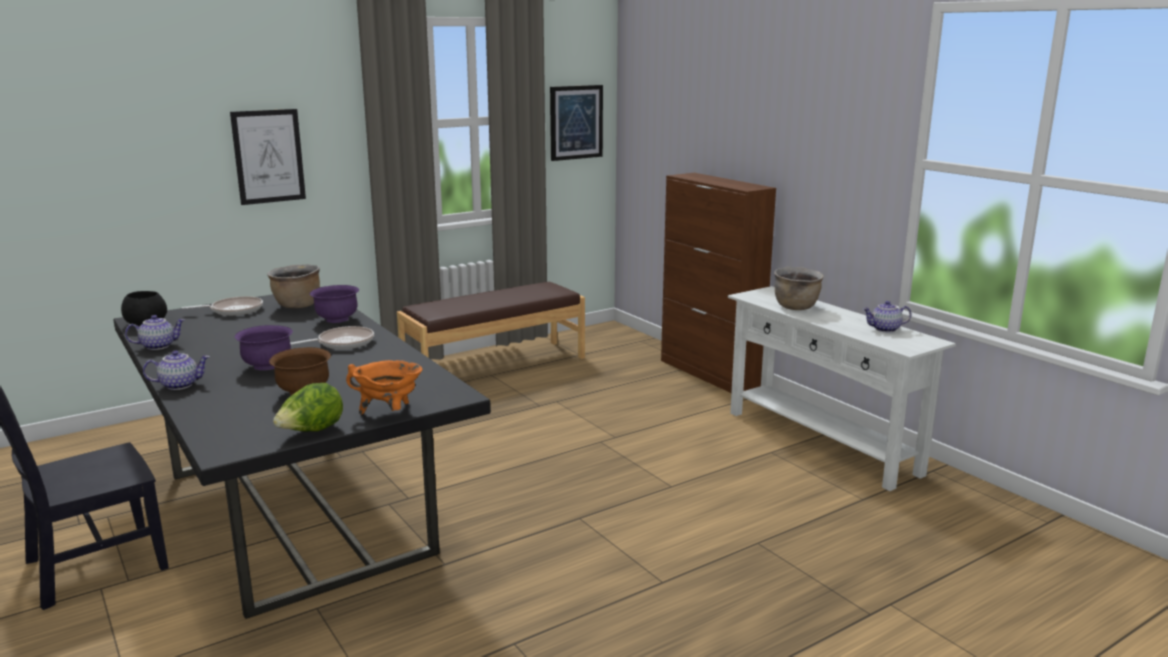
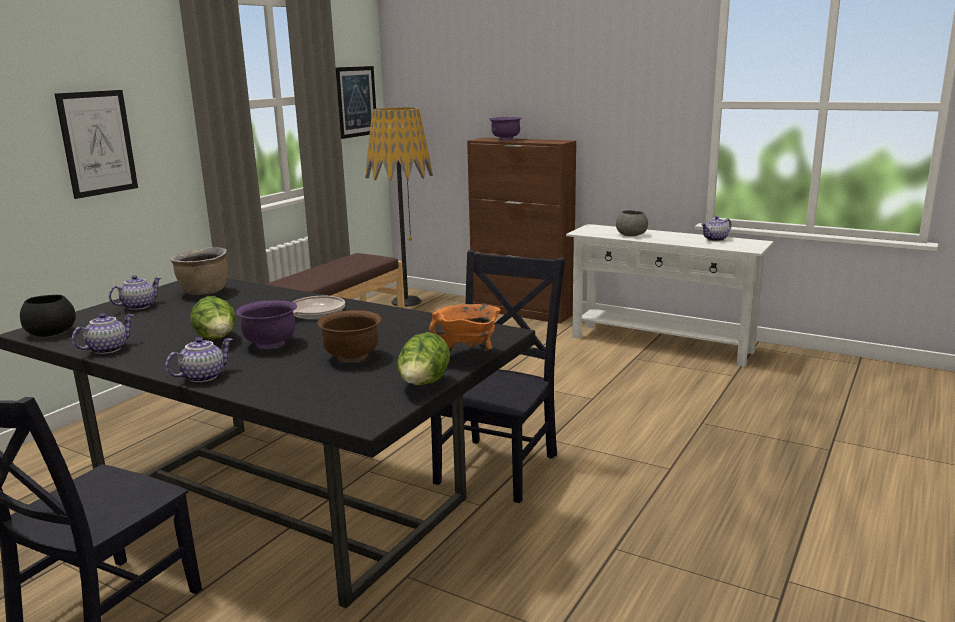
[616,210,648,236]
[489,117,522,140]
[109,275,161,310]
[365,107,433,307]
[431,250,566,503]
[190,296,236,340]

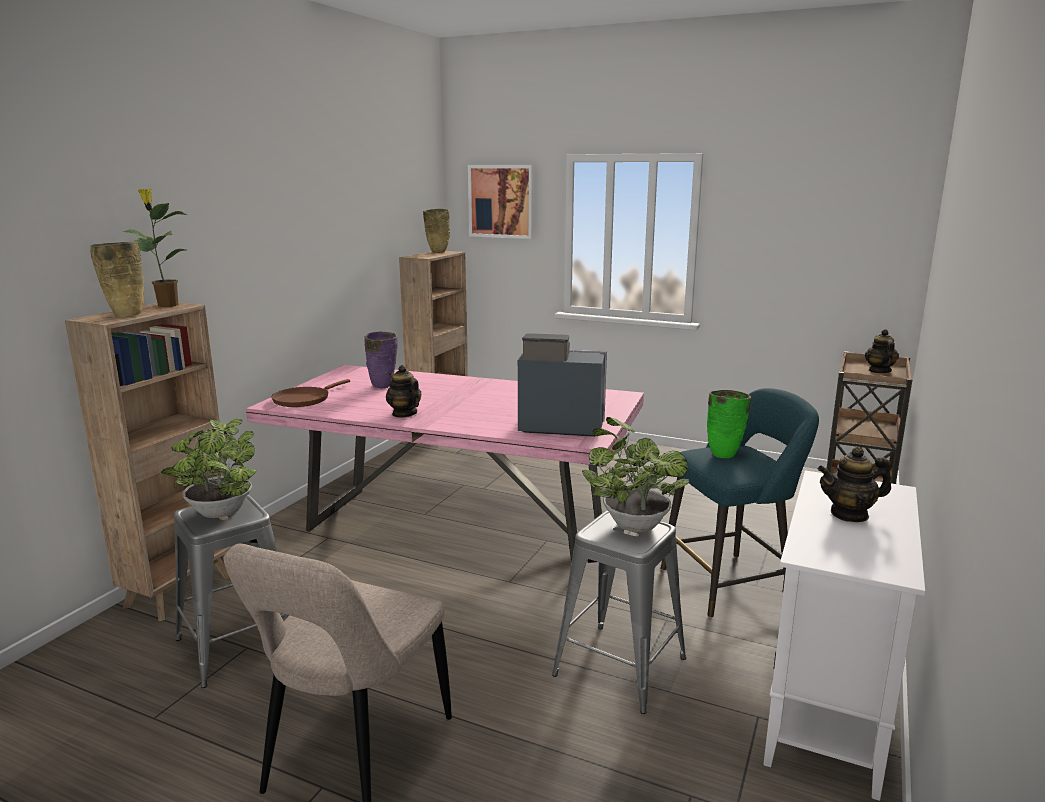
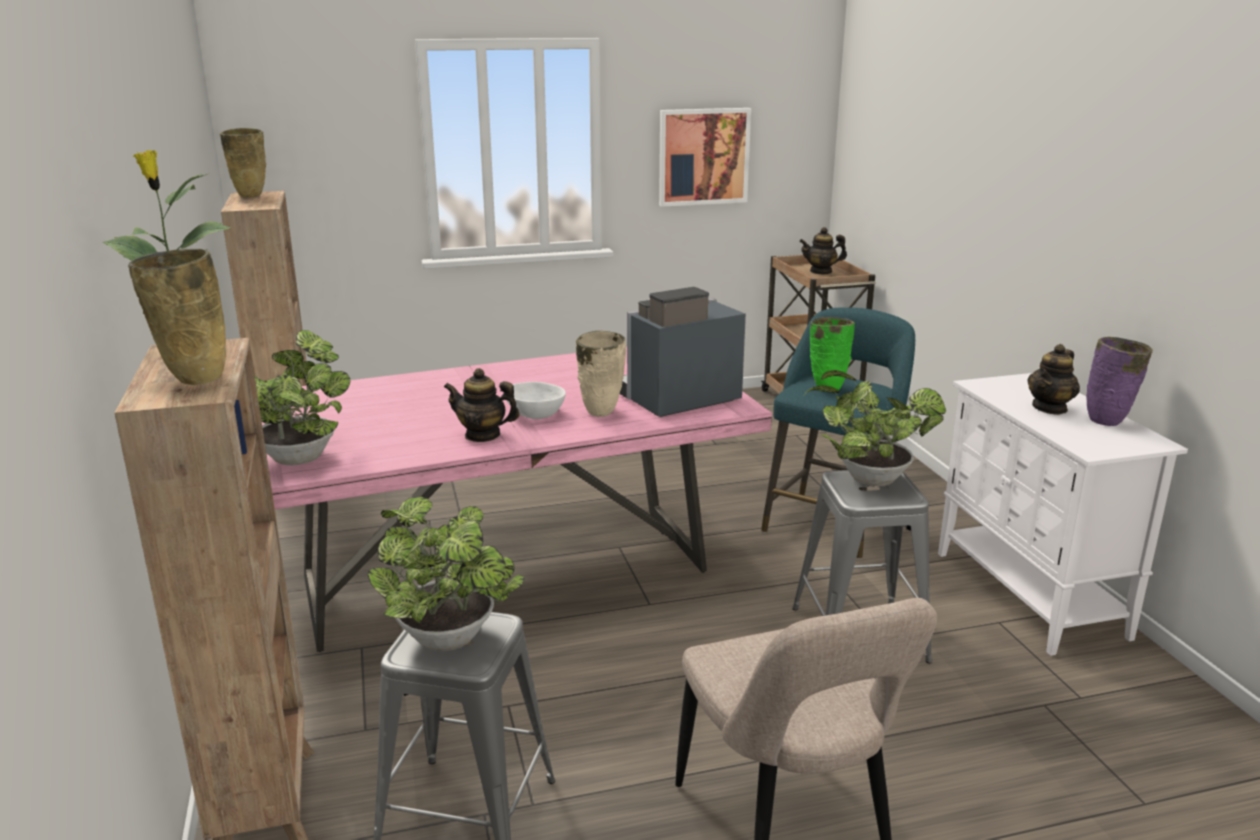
[659,108,751,207]
[799,227,847,274]
[1086,337,1153,426]
[255,330,350,465]
[576,331,626,417]
[507,382,566,419]

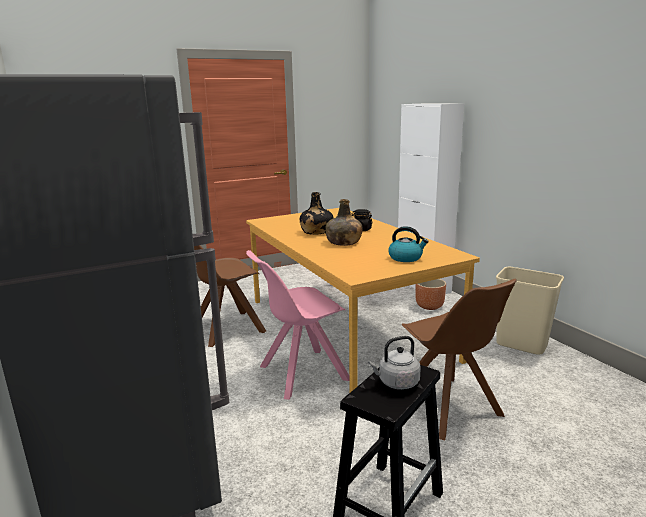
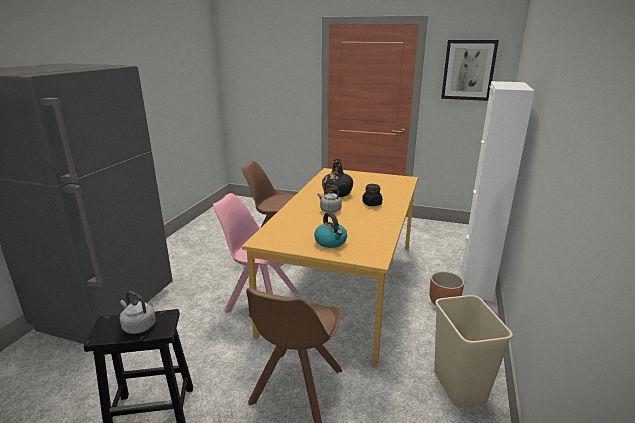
[317,185,342,213]
[441,40,499,101]

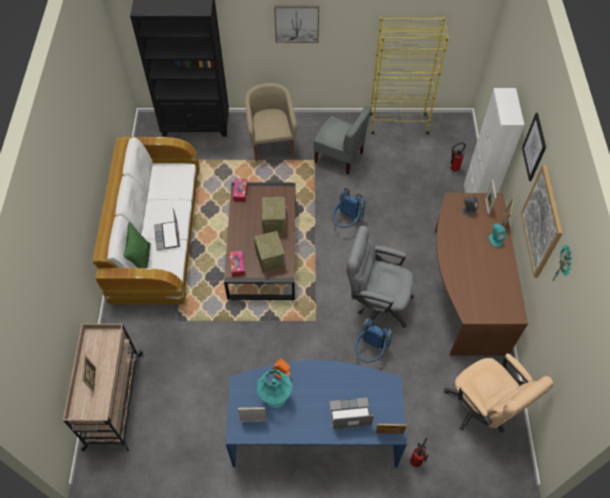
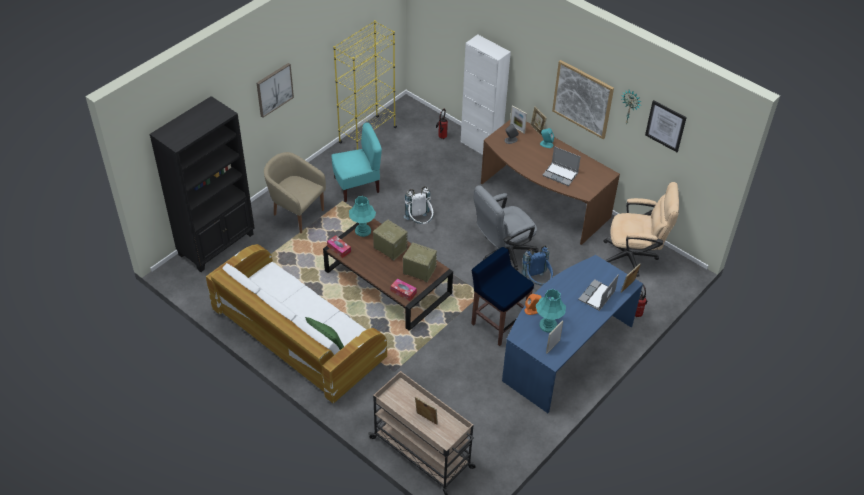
[332,122,382,202]
[645,100,687,152]
[404,186,434,224]
[542,146,581,186]
[349,196,376,237]
[471,247,534,346]

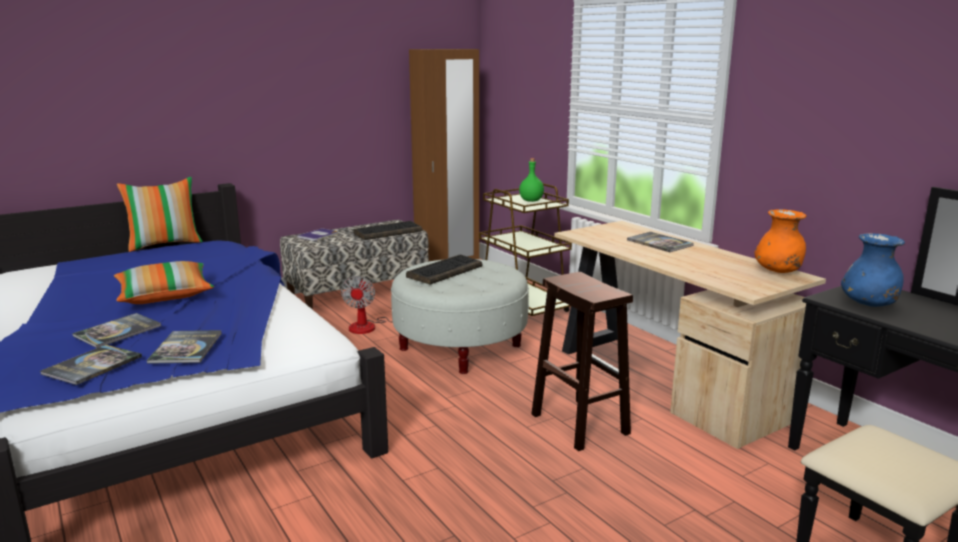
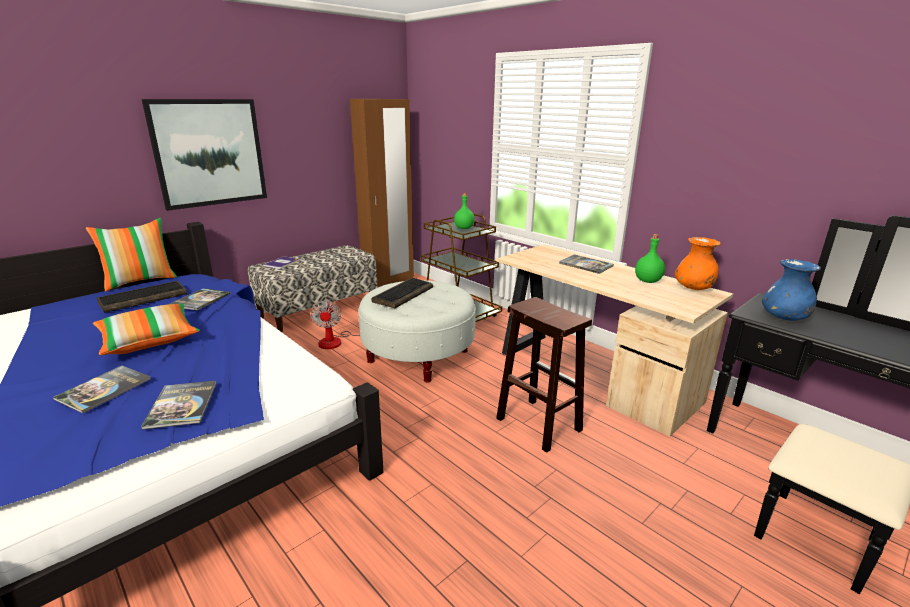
[97,281,187,313]
[170,288,230,310]
[142,99,267,211]
[635,234,665,283]

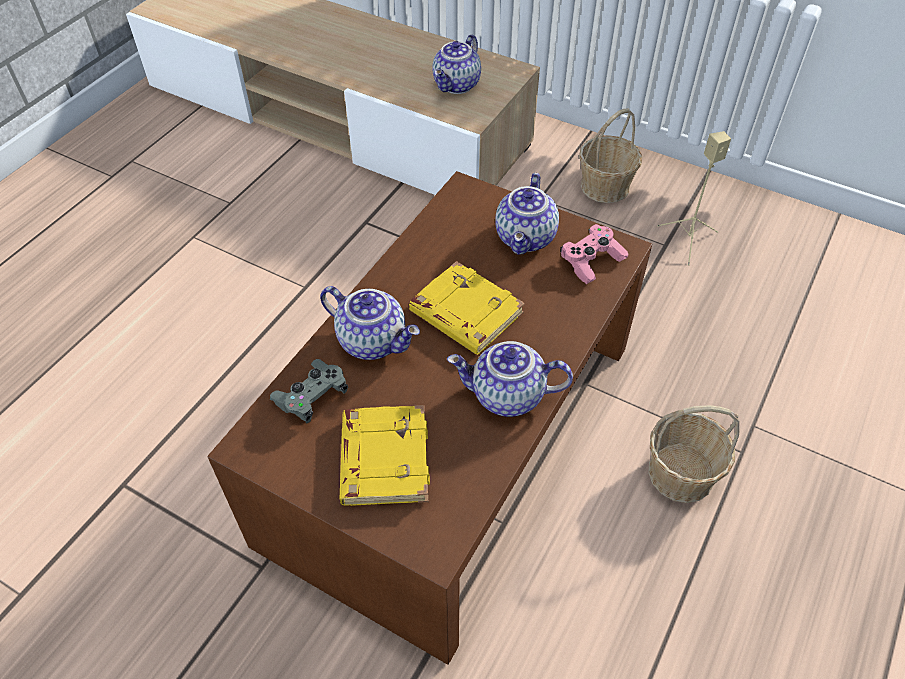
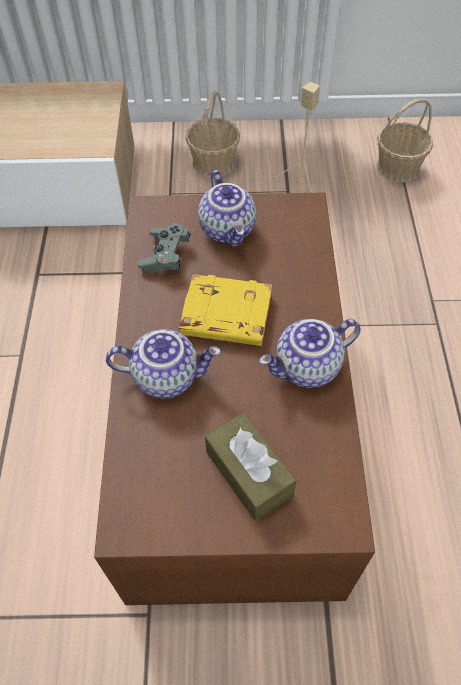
[432,34,481,94] (first image)
[560,224,628,284] (first image)
[138,223,191,273]
[205,413,297,521]
[377,98,433,183]

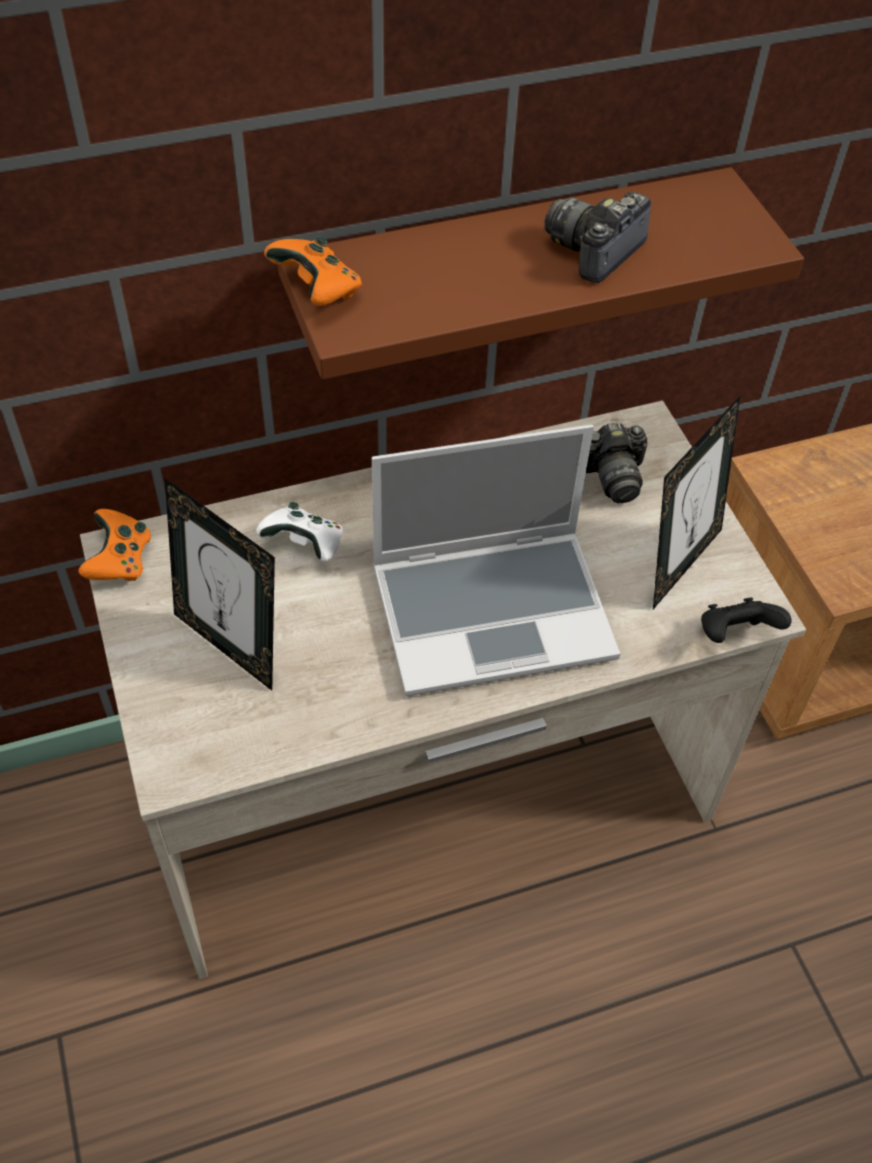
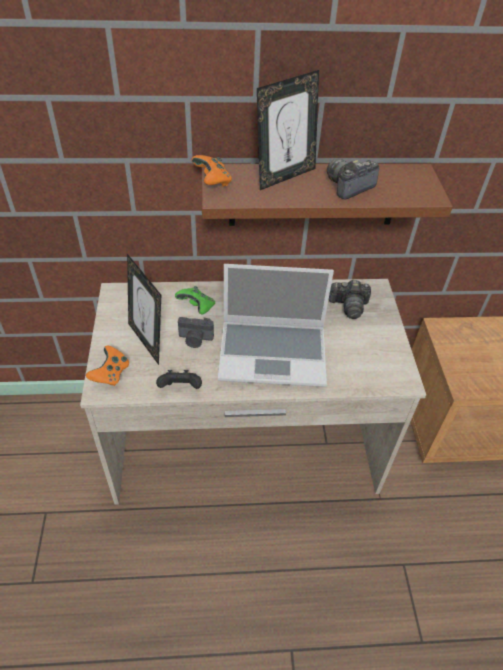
[257,70,319,190]
[175,286,215,314]
[86,346,129,386]
[156,370,202,389]
[178,317,214,348]

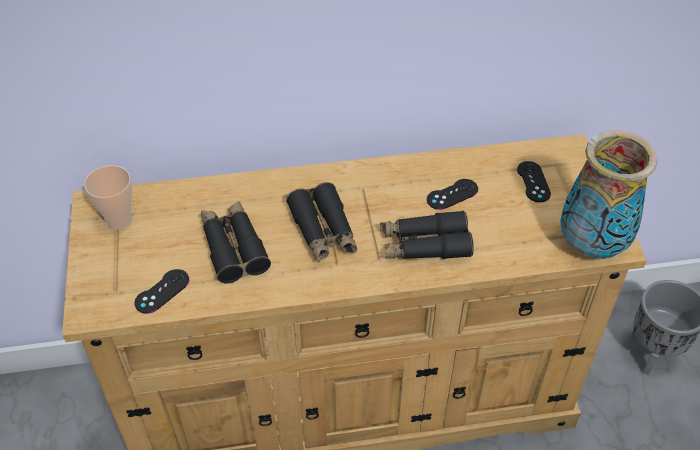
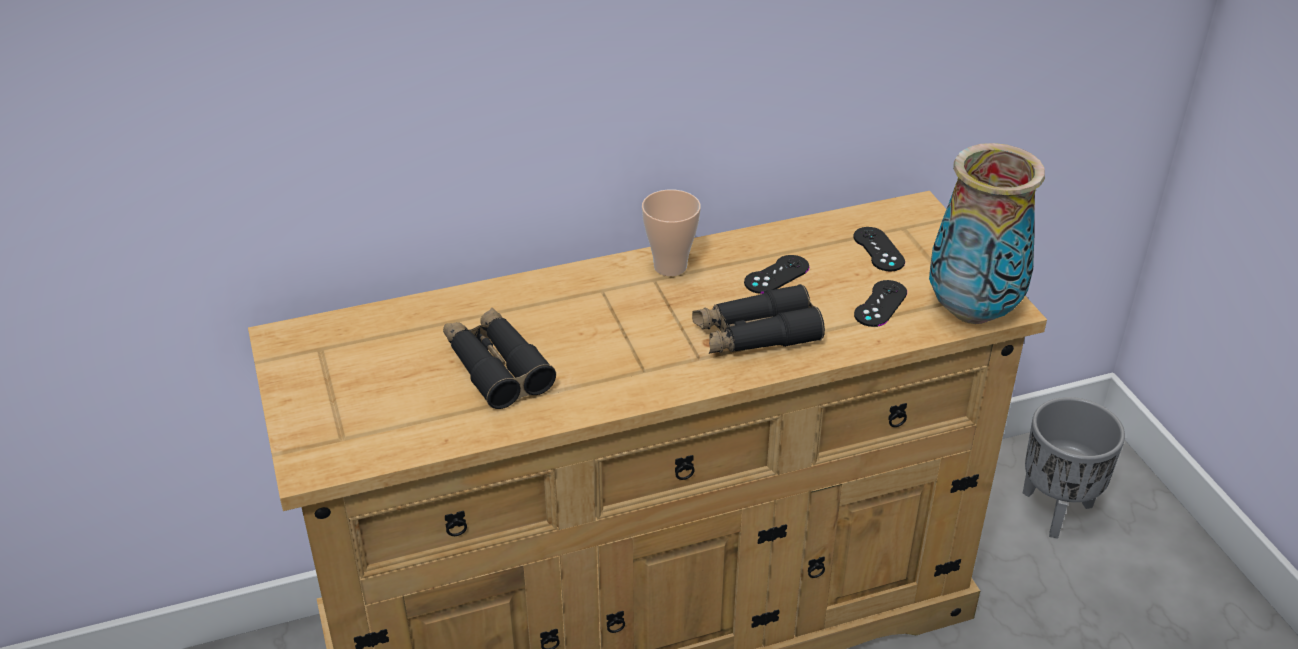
[642,190,701,276]
[286,182,357,263] (first image)
[854,280,907,327]

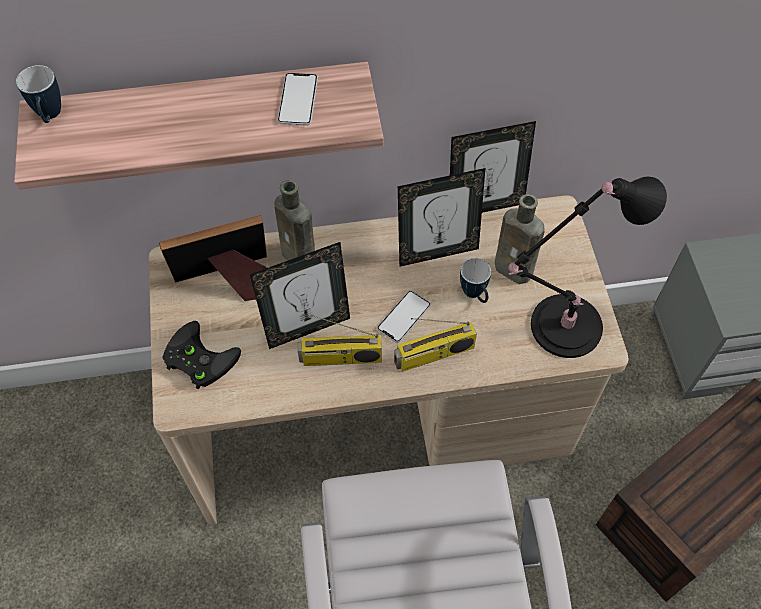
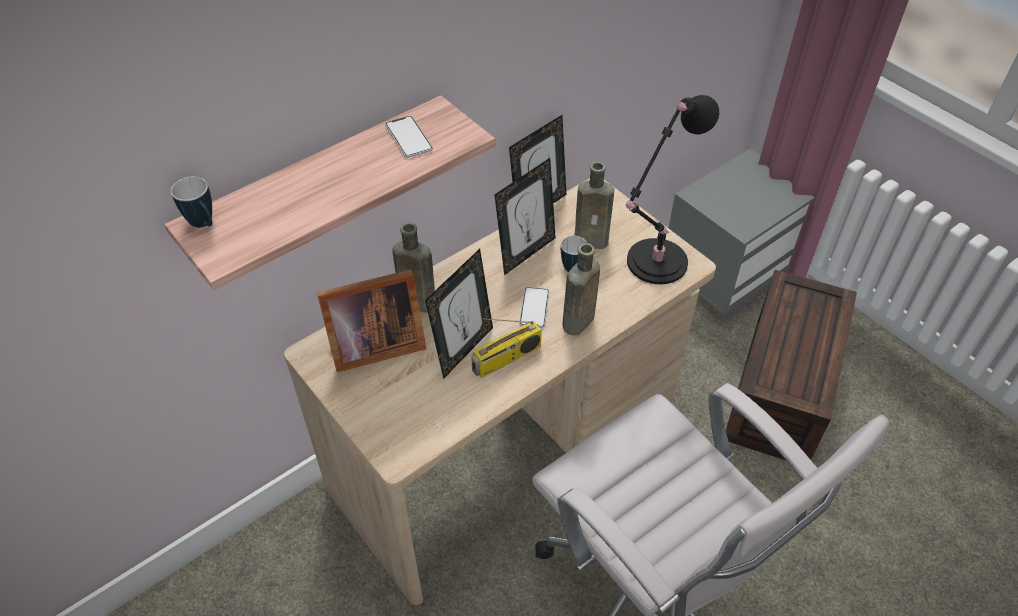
[317,269,426,372]
[562,243,600,335]
[162,321,241,389] (first image)

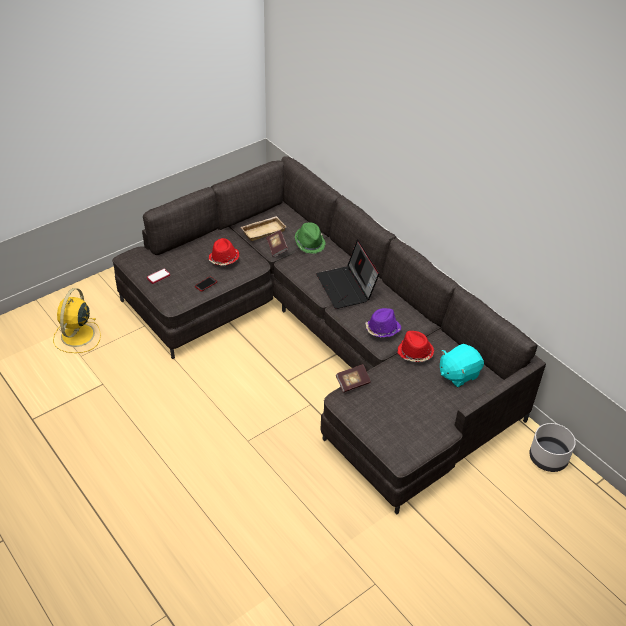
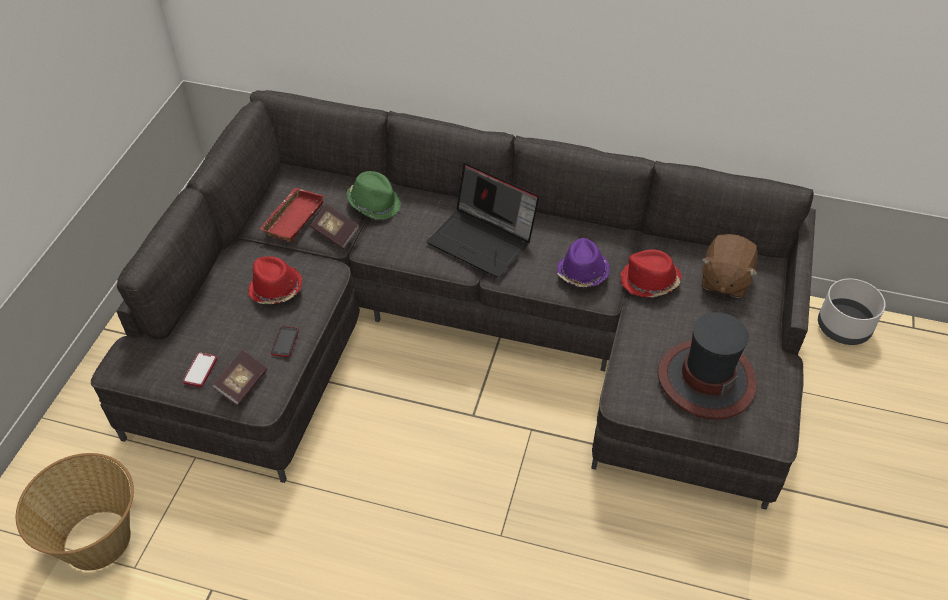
[259,188,325,242]
[16,453,134,571]
[701,234,758,298]
[212,350,267,405]
[657,312,757,420]

